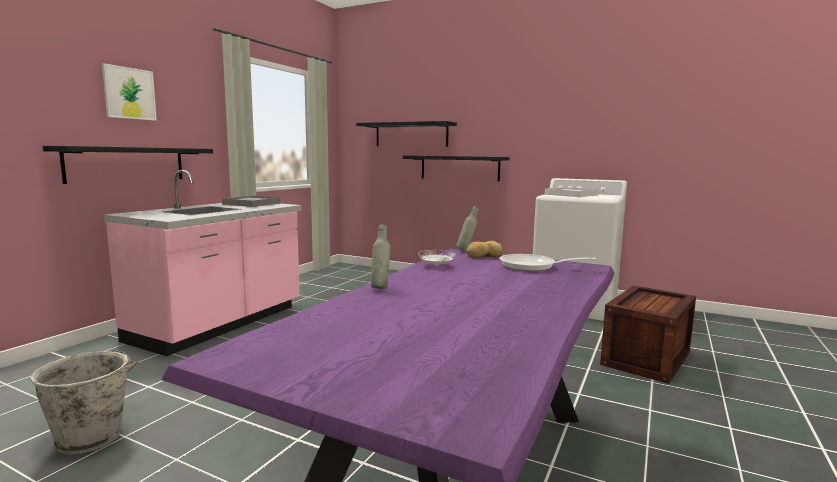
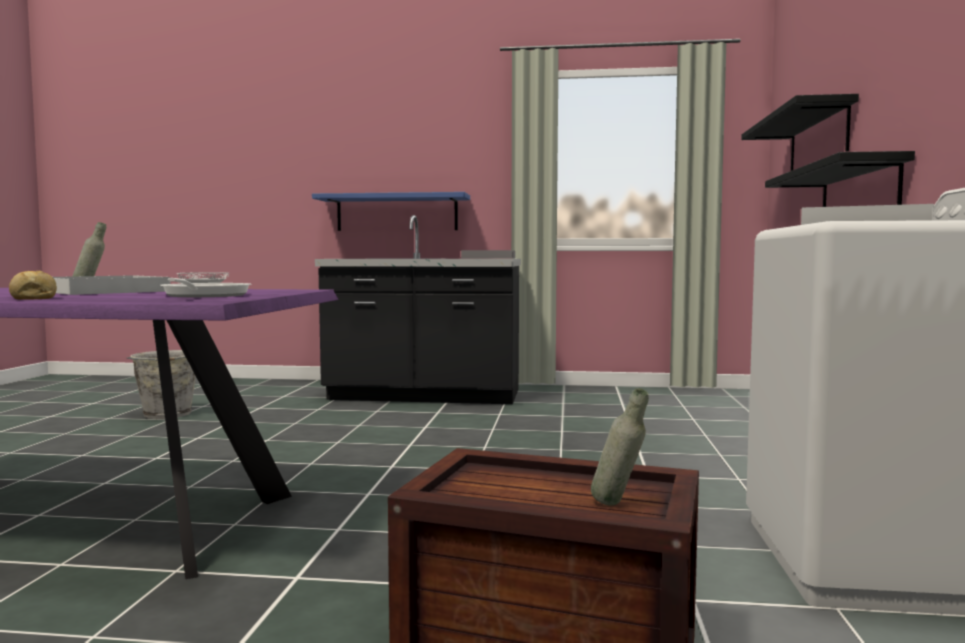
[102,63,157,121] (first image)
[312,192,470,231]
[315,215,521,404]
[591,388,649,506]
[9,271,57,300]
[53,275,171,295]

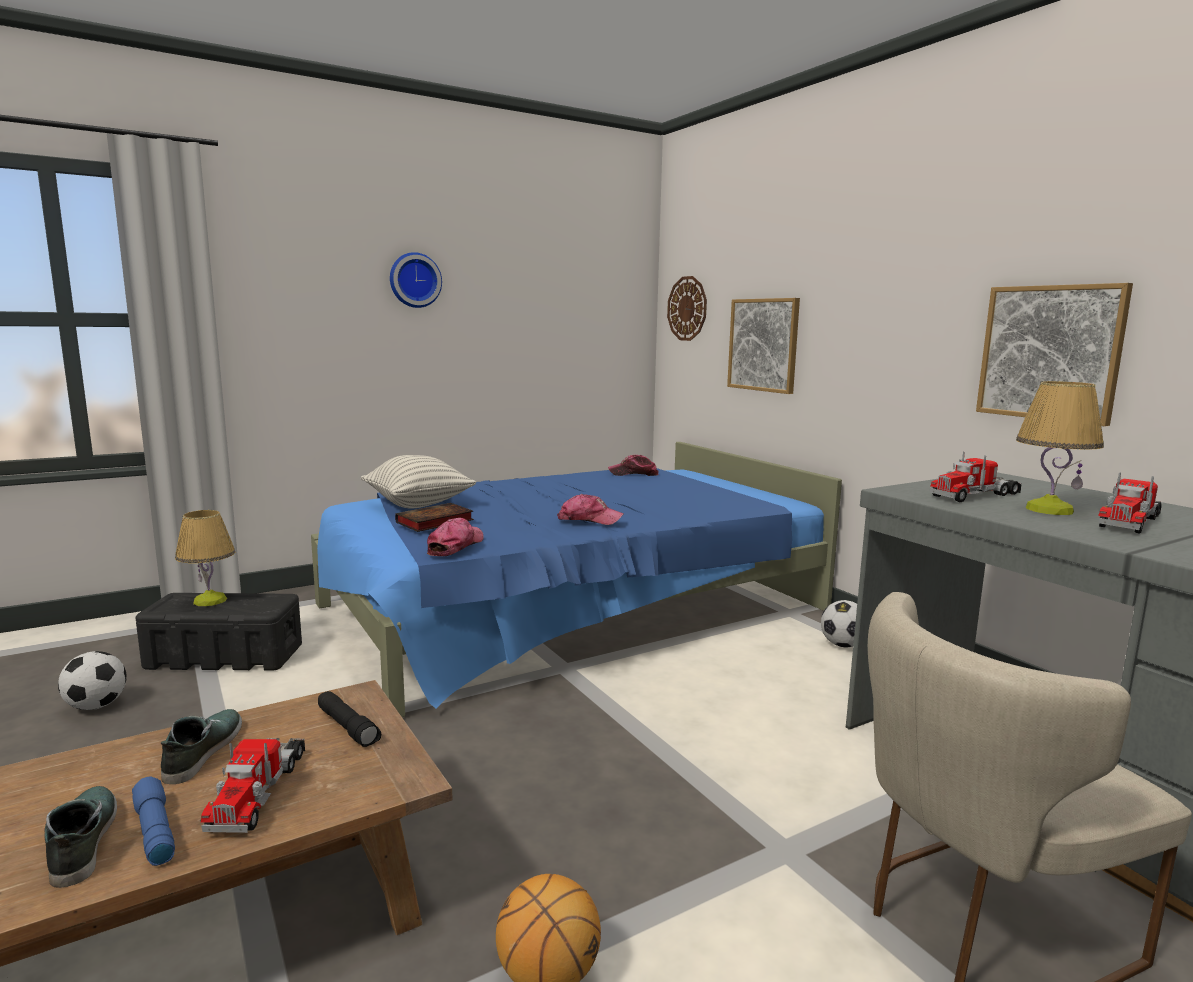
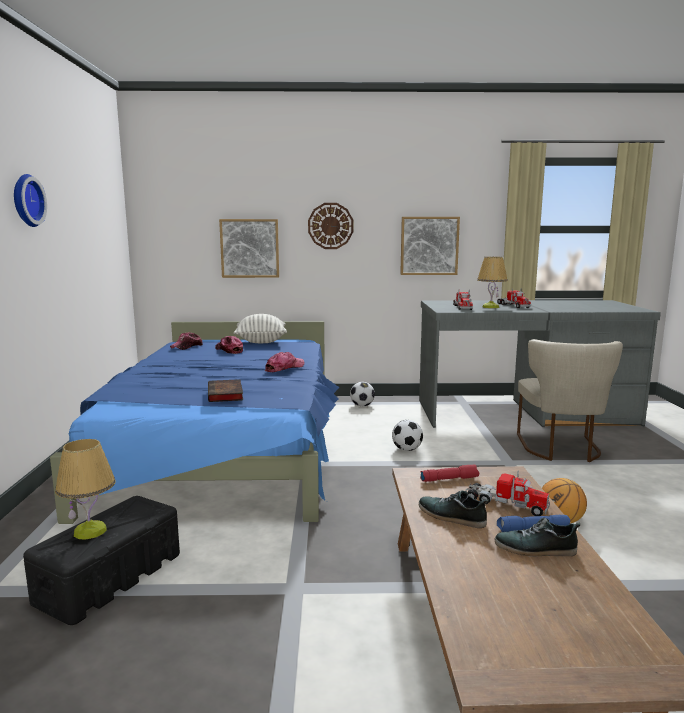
[308,203,353,249]
[234,314,287,343]
[215,336,243,354]
[392,420,423,451]
[420,464,479,482]

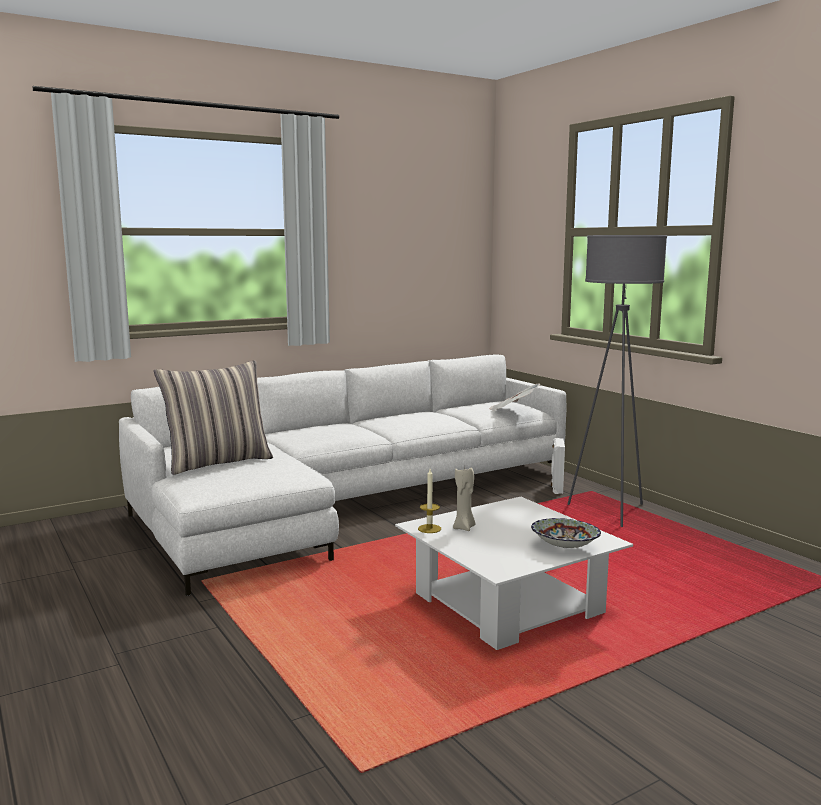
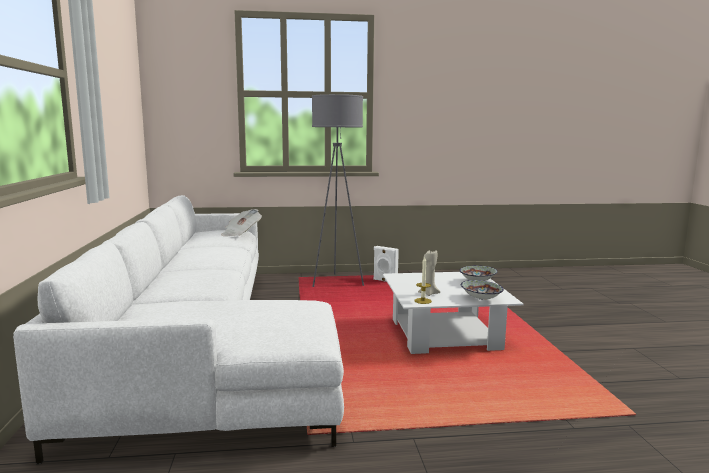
[154,360,273,475] (first image)
[373,246,399,282]
[461,280,504,300]

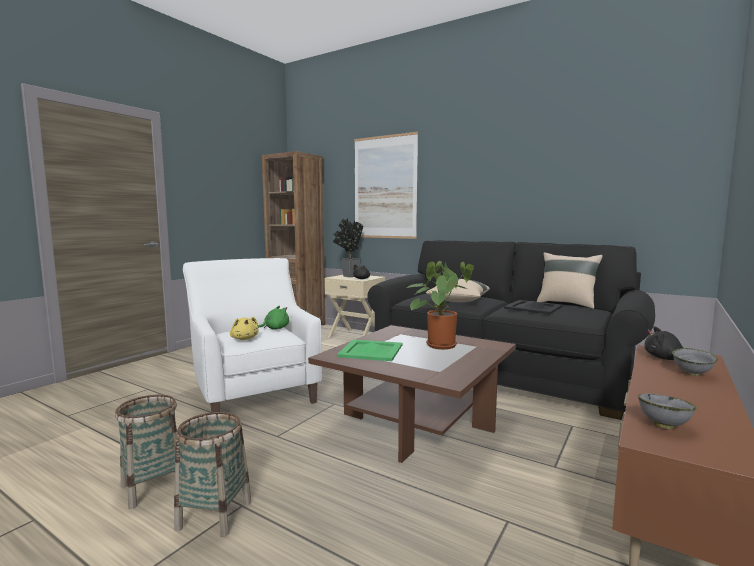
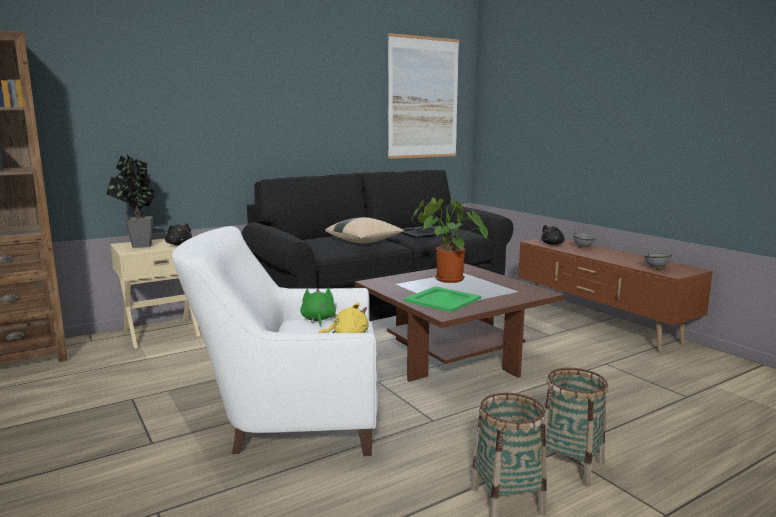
[388,33,460,159]
[536,252,603,309] (first image)

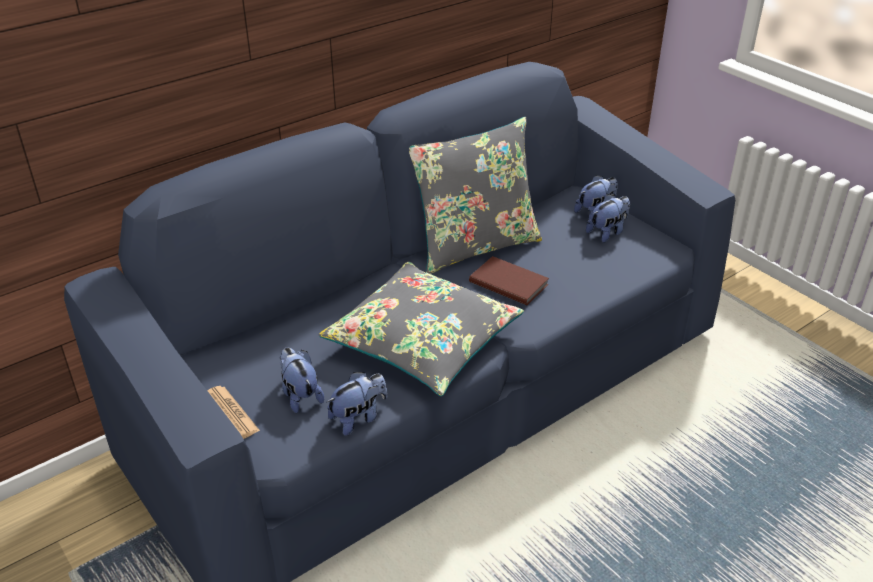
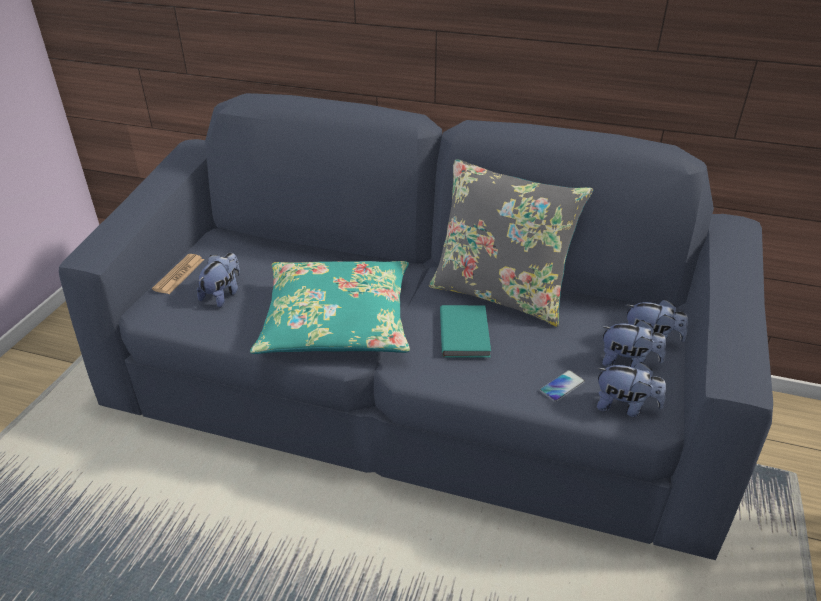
[440,305,491,358]
[250,261,410,354]
[596,362,666,417]
[539,370,585,402]

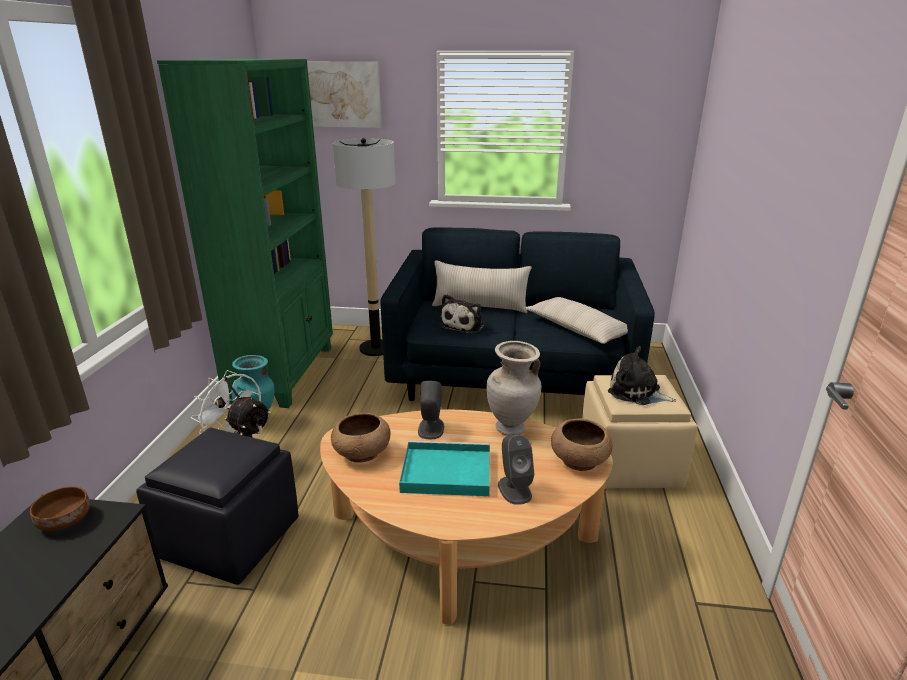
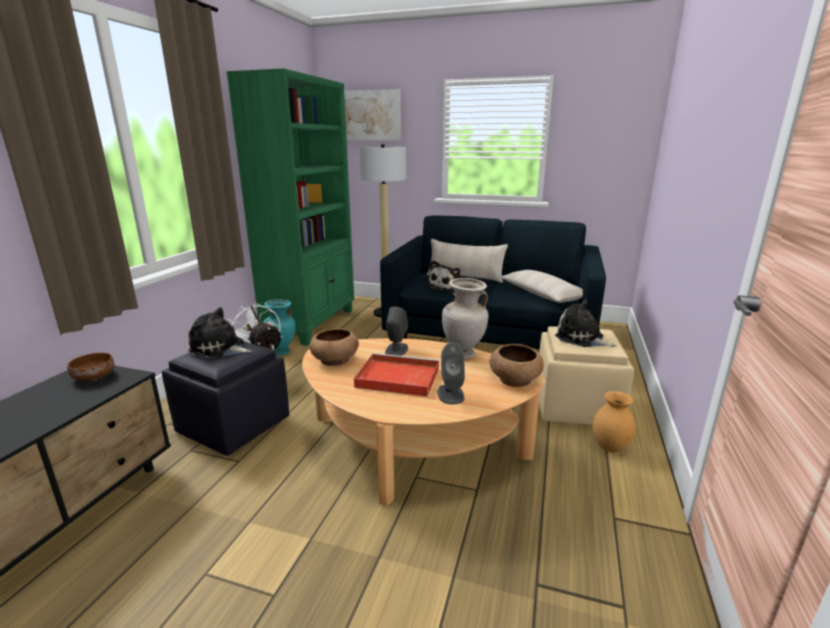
[354,353,439,397]
[188,307,252,358]
[593,391,635,453]

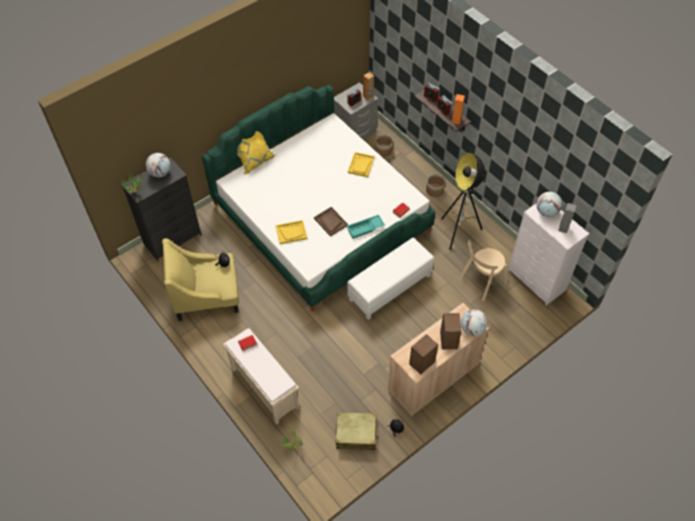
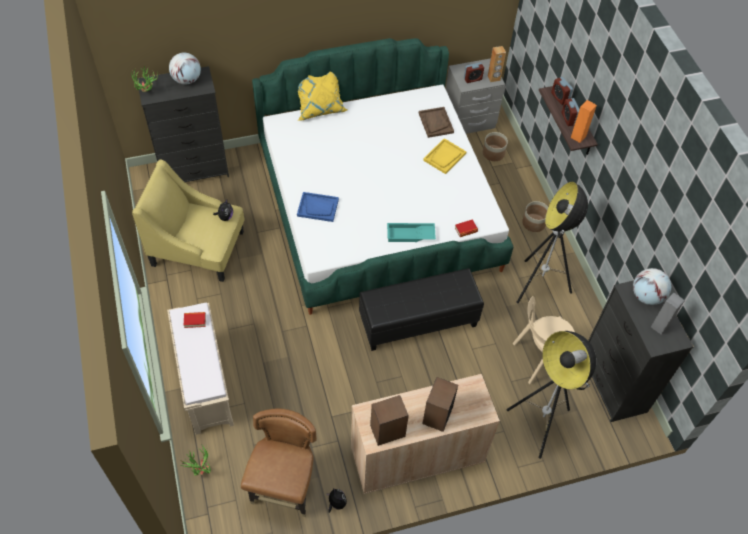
[588,281,693,422]
[419,107,454,138]
[297,192,339,222]
[359,268,484,351]
[461,309,488,336] (first image)
[241,408,317,517]
[507,331,596,459]

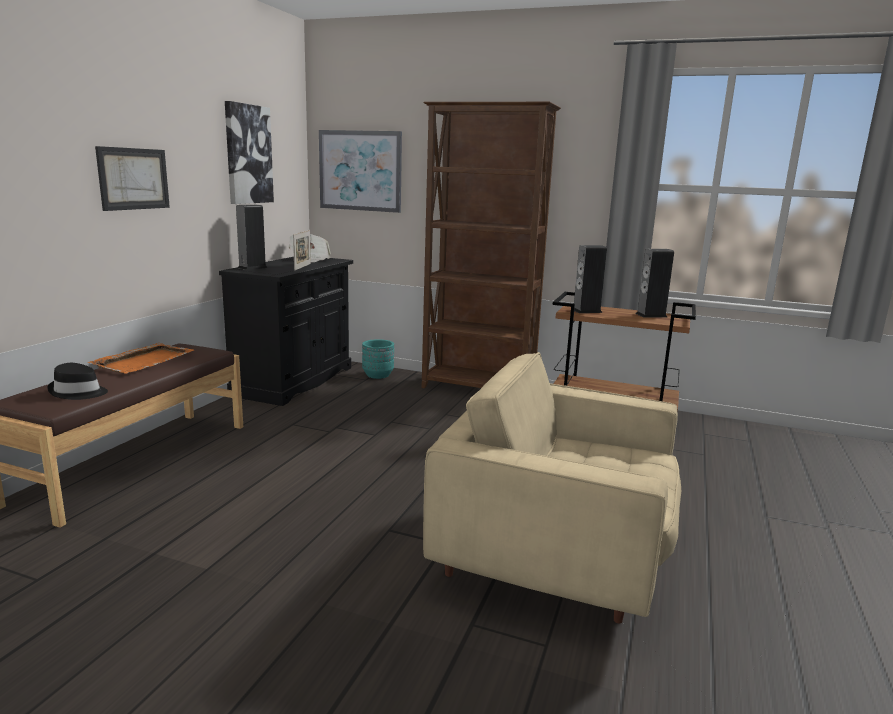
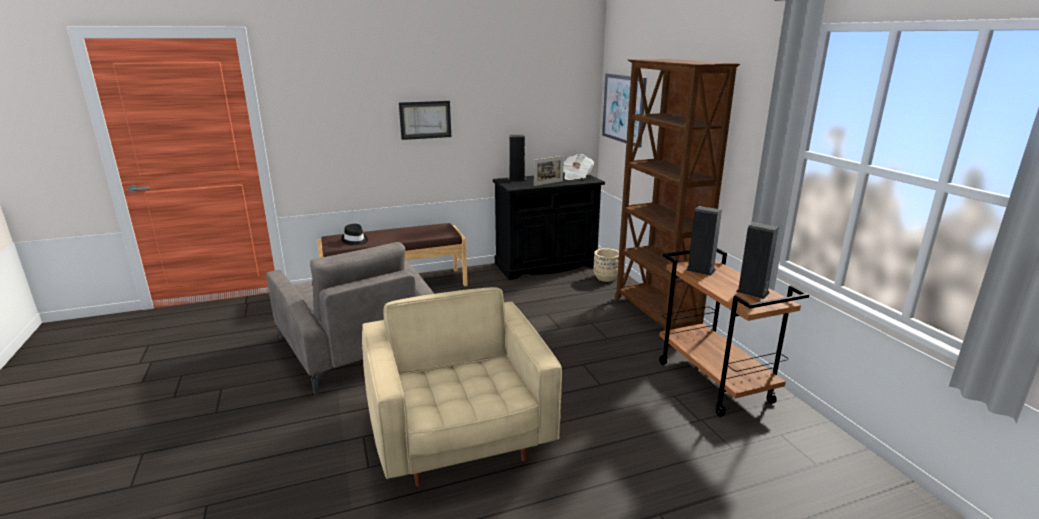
[225,101,274,204] (first image)
[593,248,619,282]
[88,343,194,374] (first image)
[266,242,434,395]

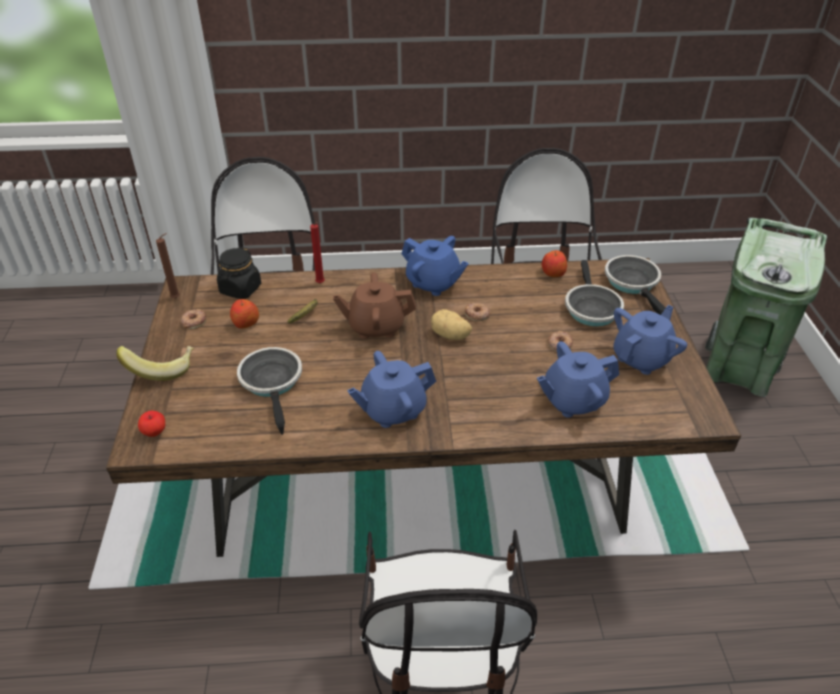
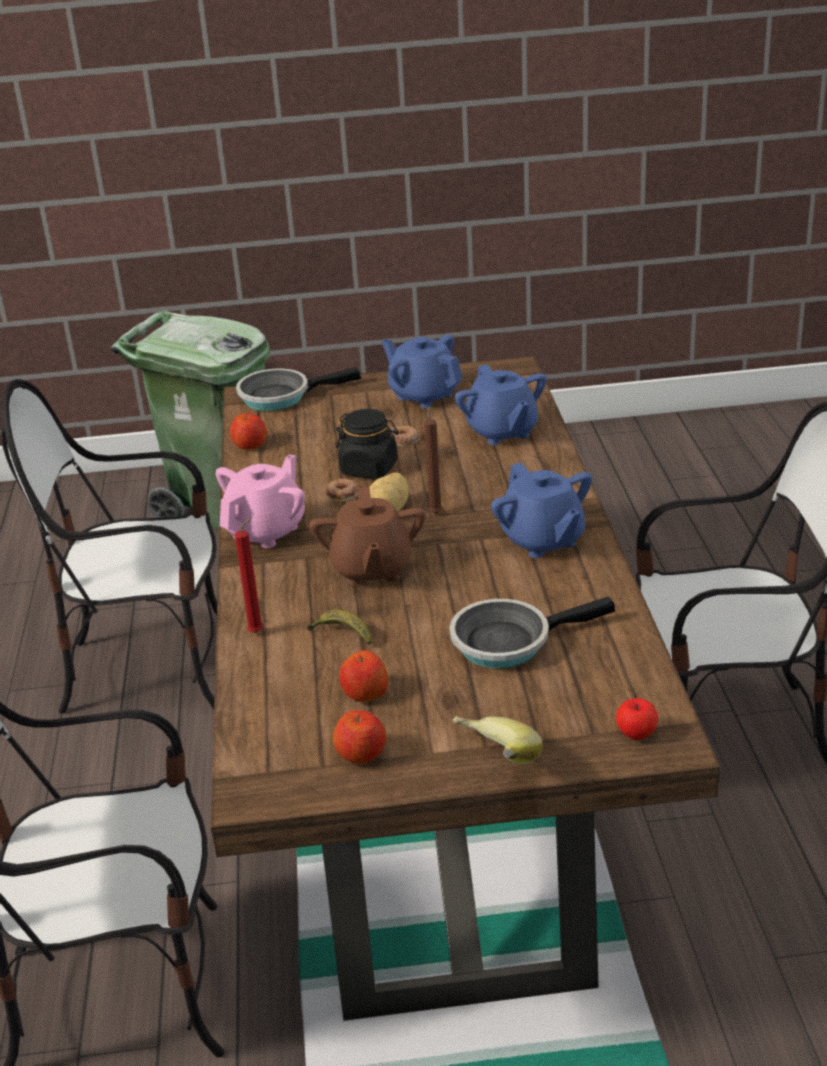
[424,406,443,514]
[216,454,305,548]
[336,409,399,479]
[565,260,624,327] (first image)
[333,710,386,764]

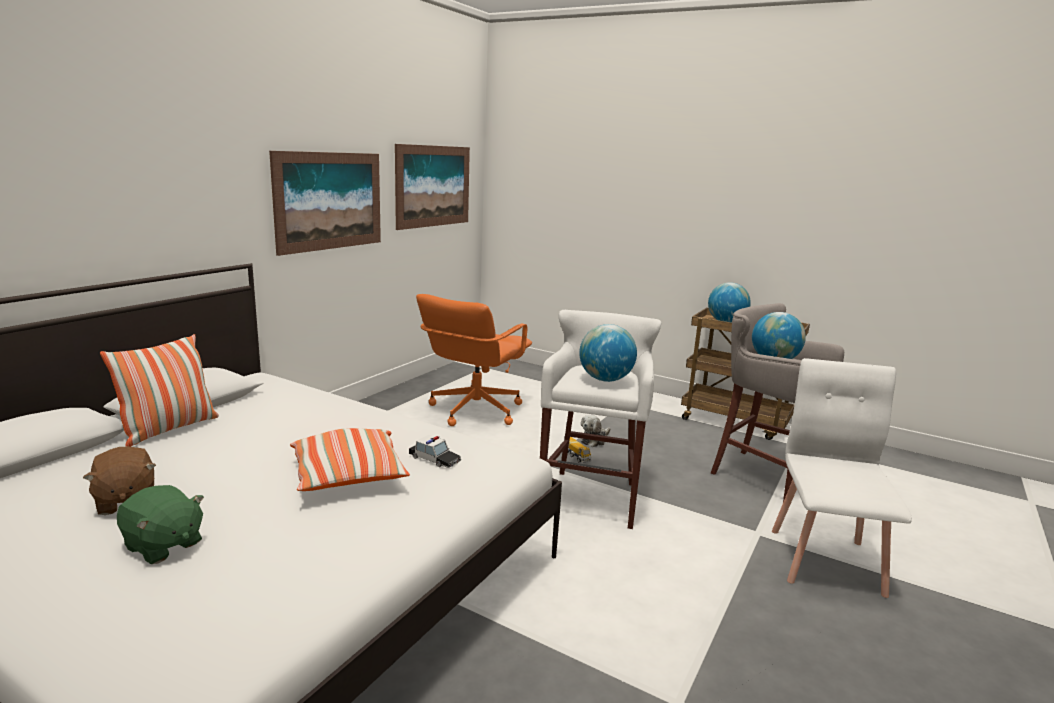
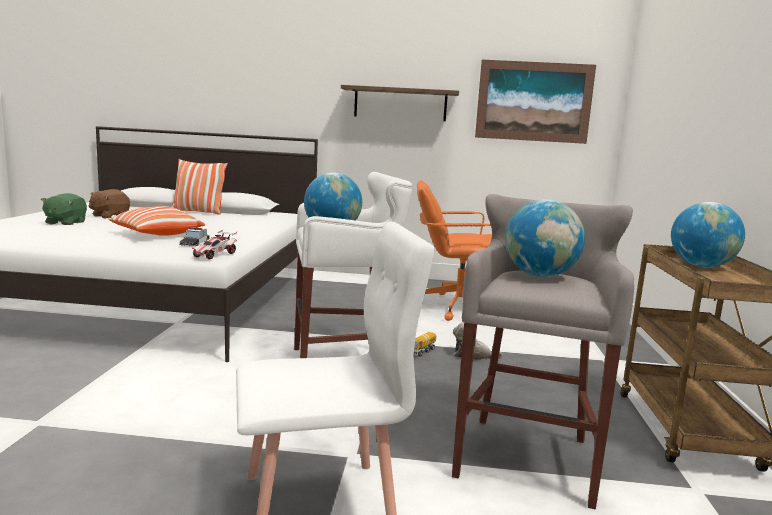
[341,85,459,121]
[192,230,237,260]

